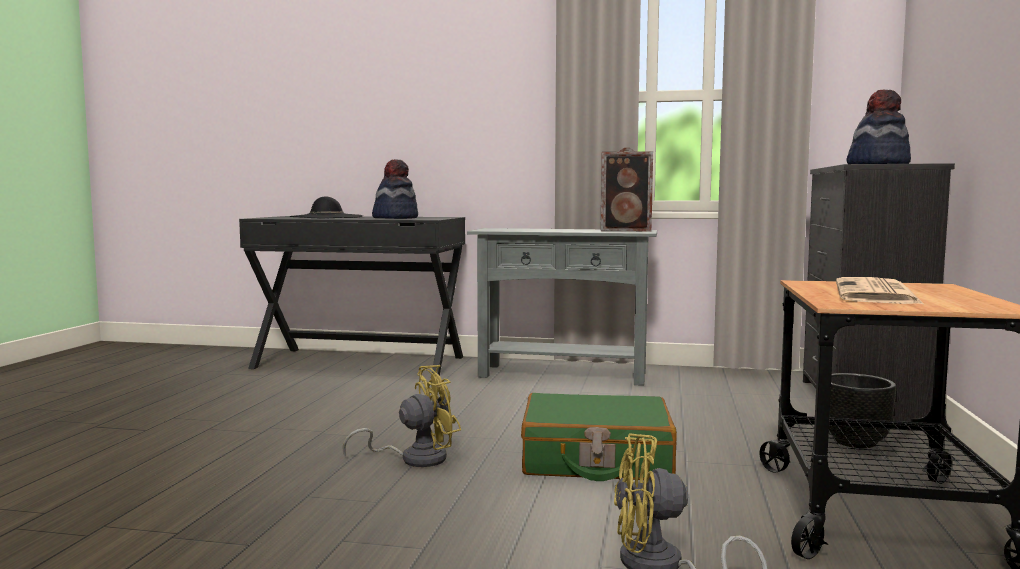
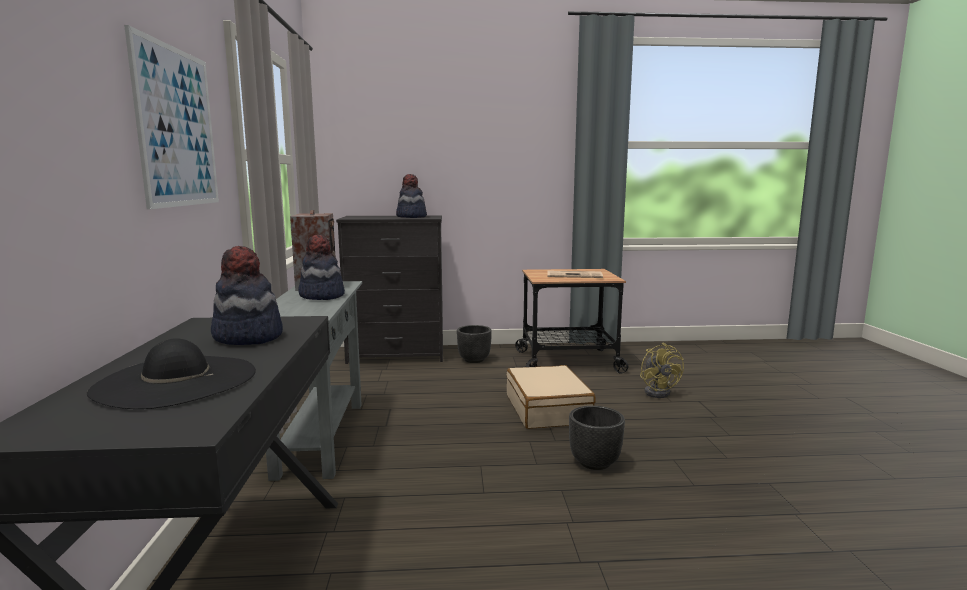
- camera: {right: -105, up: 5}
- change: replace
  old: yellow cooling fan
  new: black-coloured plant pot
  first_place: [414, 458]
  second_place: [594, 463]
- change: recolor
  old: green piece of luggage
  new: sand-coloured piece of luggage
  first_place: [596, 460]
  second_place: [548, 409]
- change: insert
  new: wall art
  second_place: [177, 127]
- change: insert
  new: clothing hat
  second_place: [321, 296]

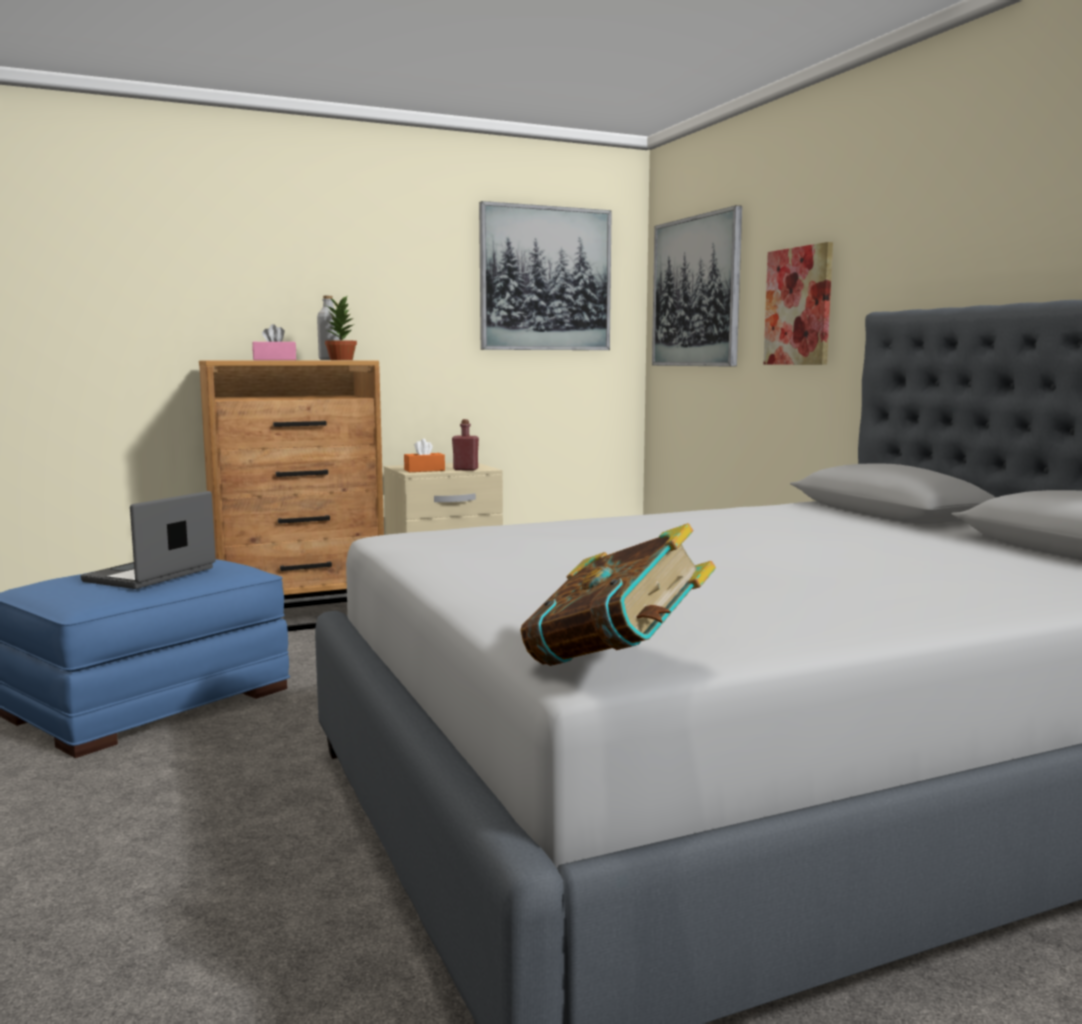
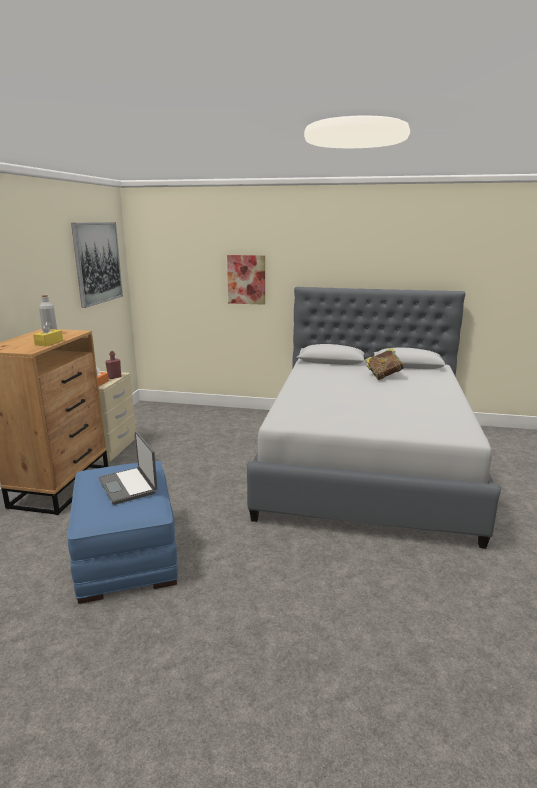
- camera: {right: -55, up: 10}
- change: recolor
  old: pinkish tissue box
  new: yellow tissue box
  first_place: [274, 360]
  second_place: [49, 343]
- change: delete
  old: plant in a pot
  first_place: [342, 360]
- change: move
  old: book
  first_place: [615, 665]
  second_place: [384, 376]
- change: delete
  old: wall art
  first_place: [696, 292]

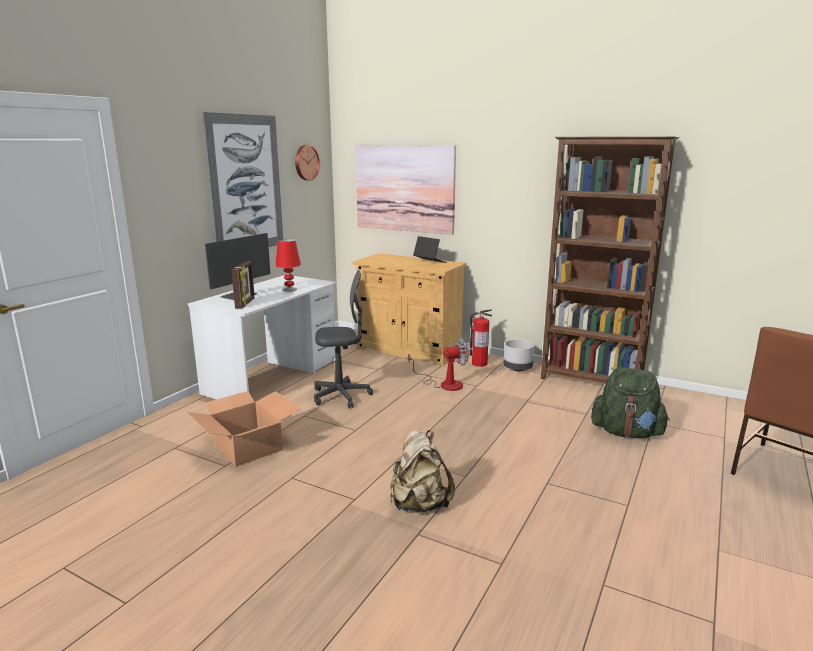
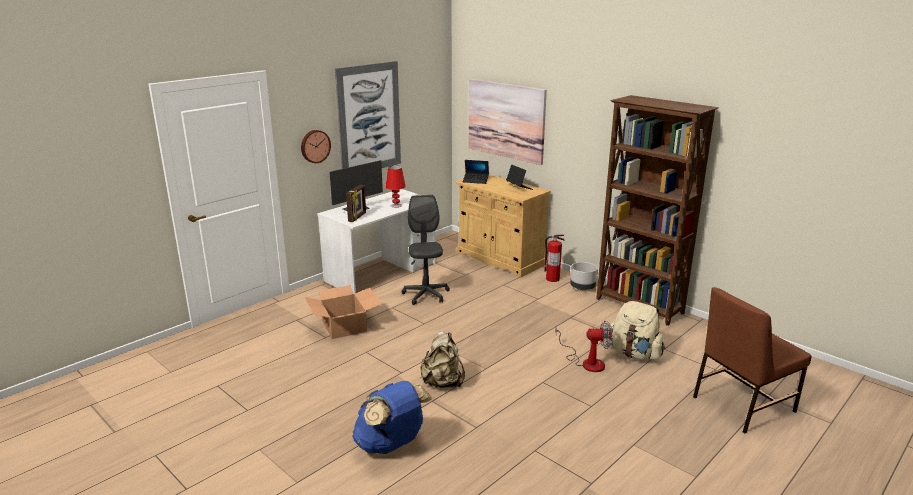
- camera: {right: 15, up: 5}
- change: move
  old: hanging clock
  first_place: [306, 162]
  second_place: [315, 146]
- change: rotate
  old: greyish computer chair
  first_place: [341, 396]
  second_place: [426, 295]
  degrees: -105
- change: move
  old: cooling fan
  first_place: [444, 384]
  second_place: [587, 362]
- change: recolor
  old: green knapsack
  new: sand-coloured knapsack
  first_place: [626, 433]
  second_place: [634, 354]
- change: insert
  new: blue knapsack
  second_place: [391, 445]
- change: insert
  new: laptop
  second_place: [475, 181]

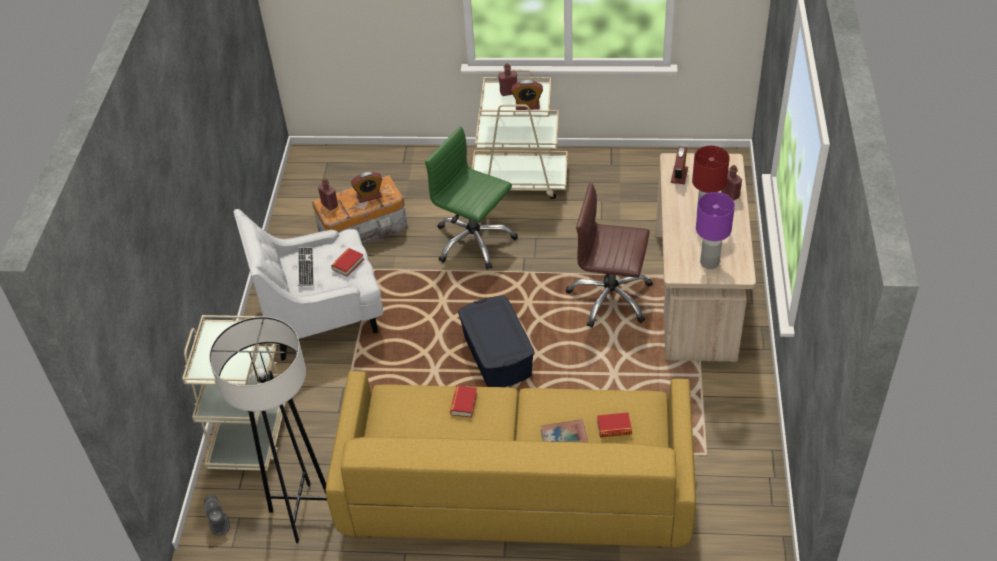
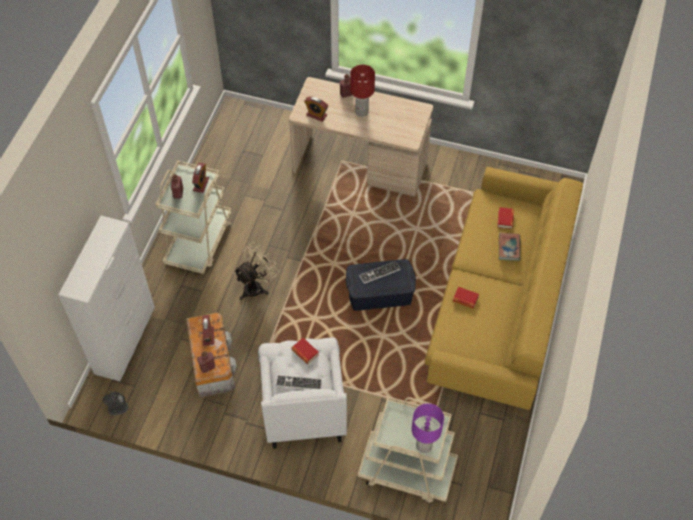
- camera: {right: -80, up: 10}
- change: move
  old: greyish audio speaker
  first_place: [219, 523]
  second_place: [117, 408]
- change: delete
  old: greyish standing lamp
  first_place: [303, 512]
- change: replace
  old: green computer chair
  new: sand-coloured cooling fan
  first_place: [473, 241]
  second_place: [257, 286]
- change: delete
  old: brown-coloured computer chair
  first_place: [610, 298]
- change: move
  old: purple table lamp
  first_place: [709, 262]
  second_place: [424, 446]
- change: insert
  new: white-coloured cupboard
  second_place: [125, 339]
- change: insert
  new: keyboard
  second_place: [379, 273]

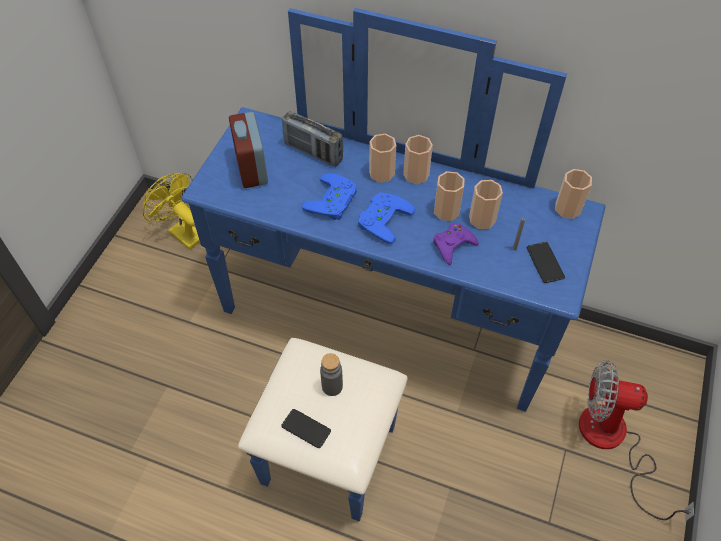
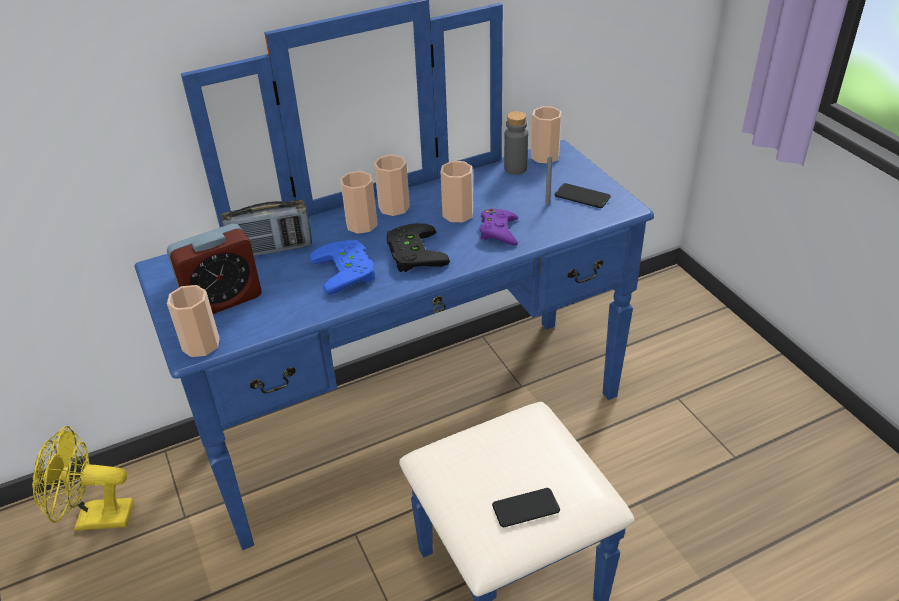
- camera: {right: -45, up: -15}
- change: rotate
  old: table clock
  first_place: [251, 168]
  second_place: [223, 299]
  degrees: -60
- change: move
  old: greyish bottle
  first_place: [332, 386]
  second_place: [515, 168]
- change: recolor
  old: blue gamepad
  new: black-coloured gamepad
  first_place: [382, 218]
  second_place: [411, 253]
- change: move
  old: small cup
  first_place: [482, 219]
  second_place: [201, 344]
- change: delete
  old: cooling fan
  first_place: [613, 443]

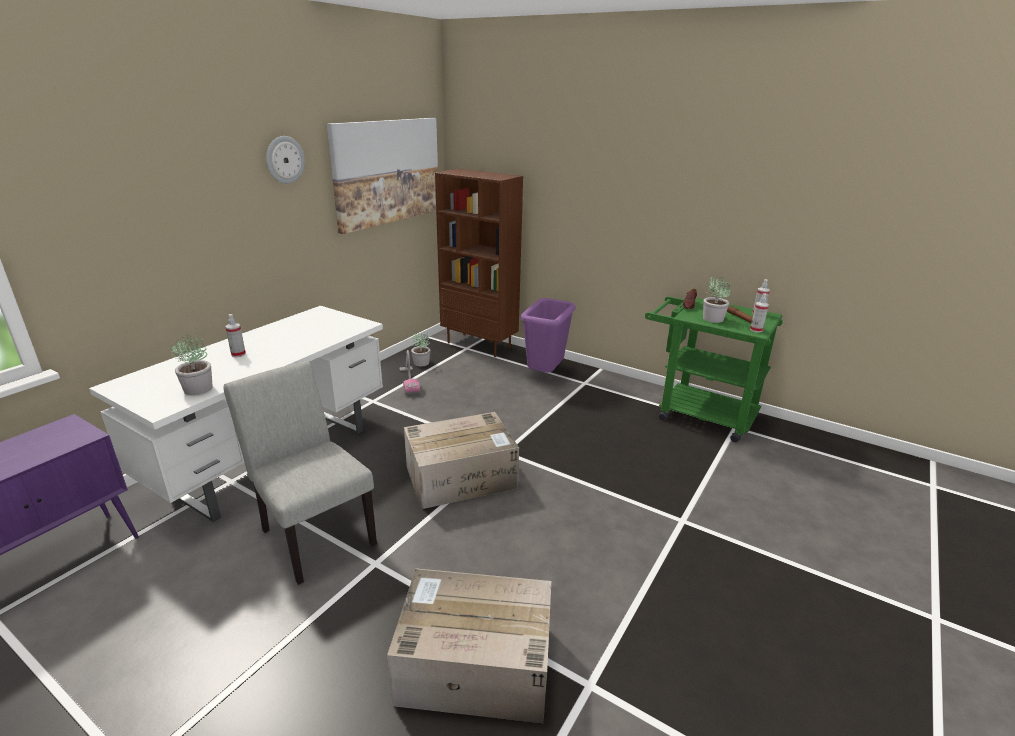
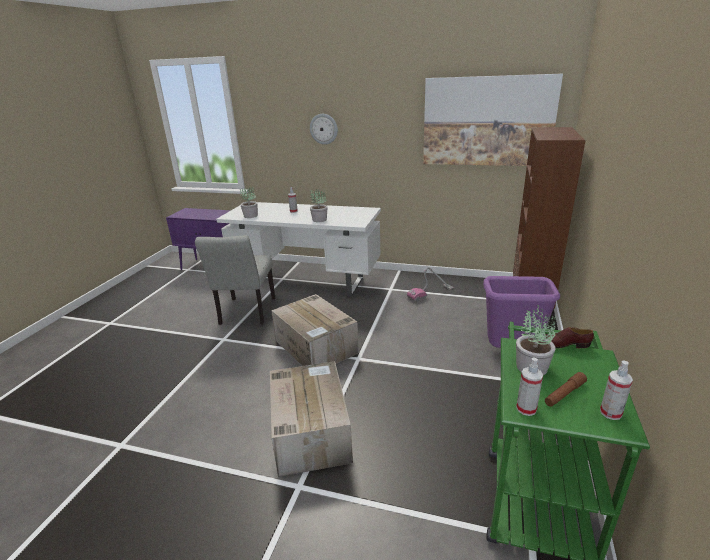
- camera: {right: 75, up: 0}
- change: rotate
  old: greyish upright chair
  first_place: [314, 532]
  second_place: [246, 313]
  degrees: 150
- change: move
  old: hanging clock
  first_place: [284, 160]
  second_place: [324, 129]
- change: move
  old: packing box
  first_place: [473, 665]
  second_place: [310, 431]
- change: move
  old: plant in a pot
  first_place: [421, 363]
  second_place: [319, 220]

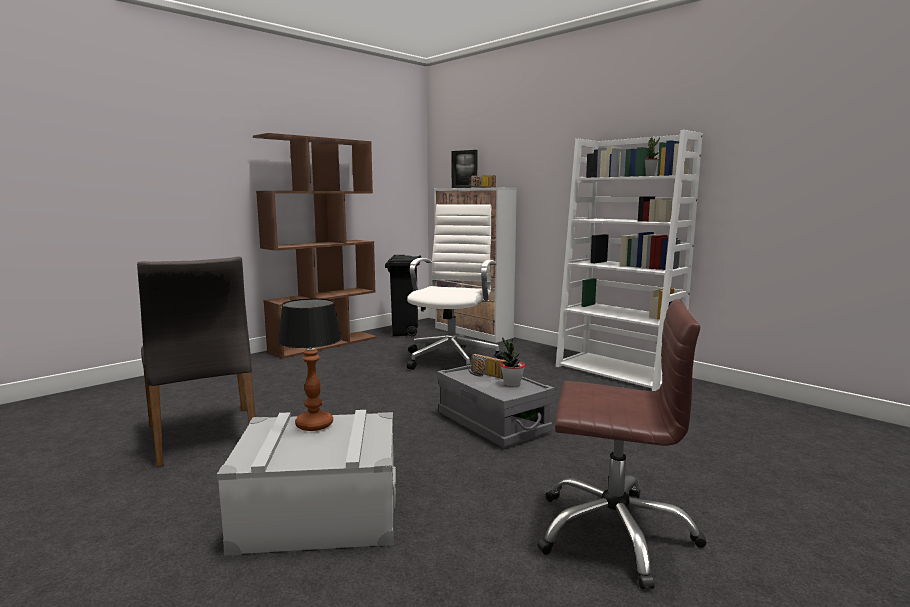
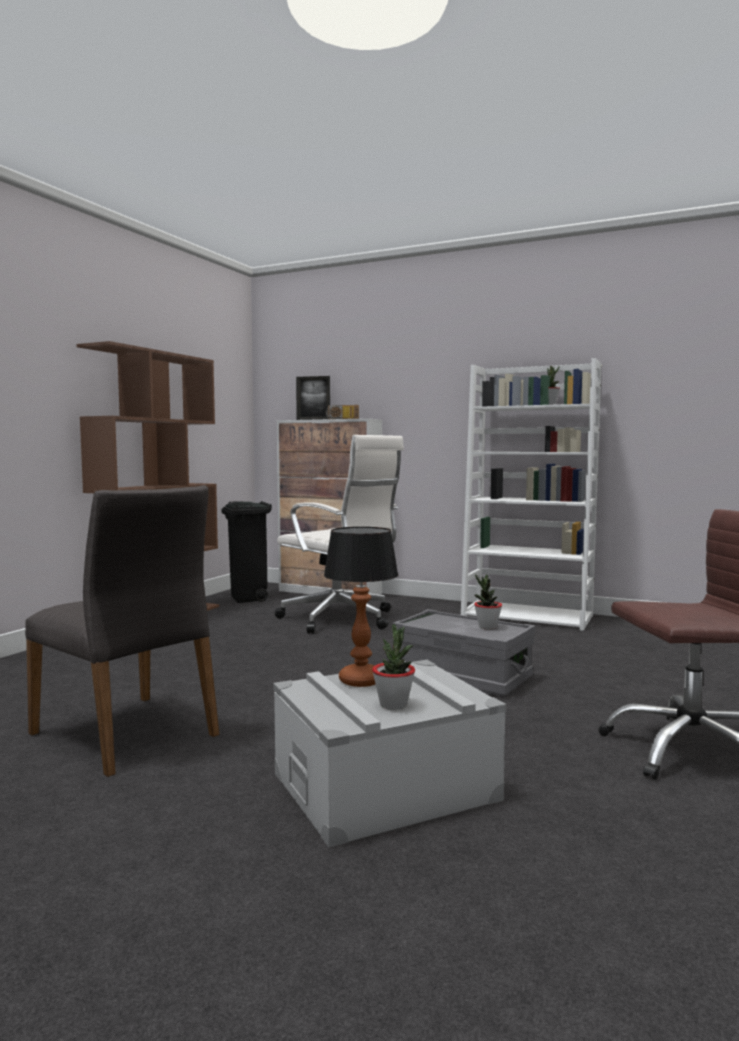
- camera: {right: -20, up: -5}
- change: rotate
  old: white-coloured computer chair
  first_place: [453, 358]
  second_place: [340, 620]
  degrees: 135
- change: delete
  old: radio receiver
  first_place: [485, 375]
- change: insert
  new: plant in a pot
  second_place: [393, 705]

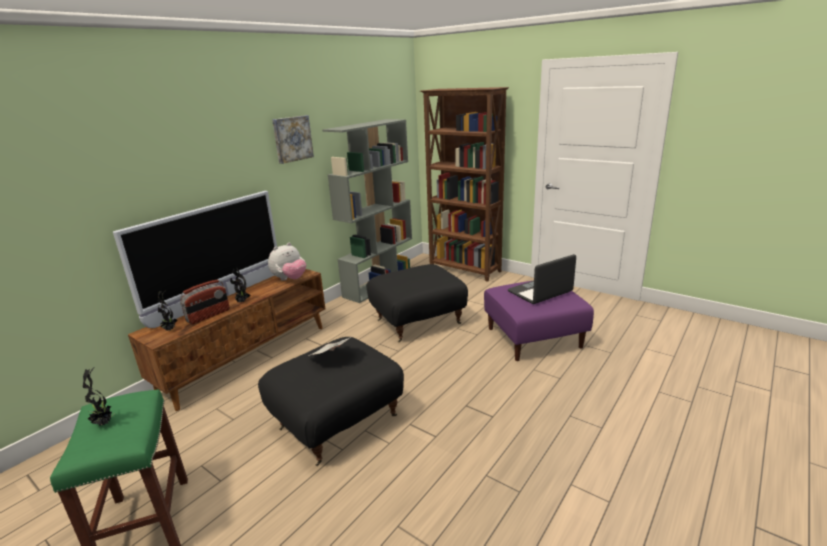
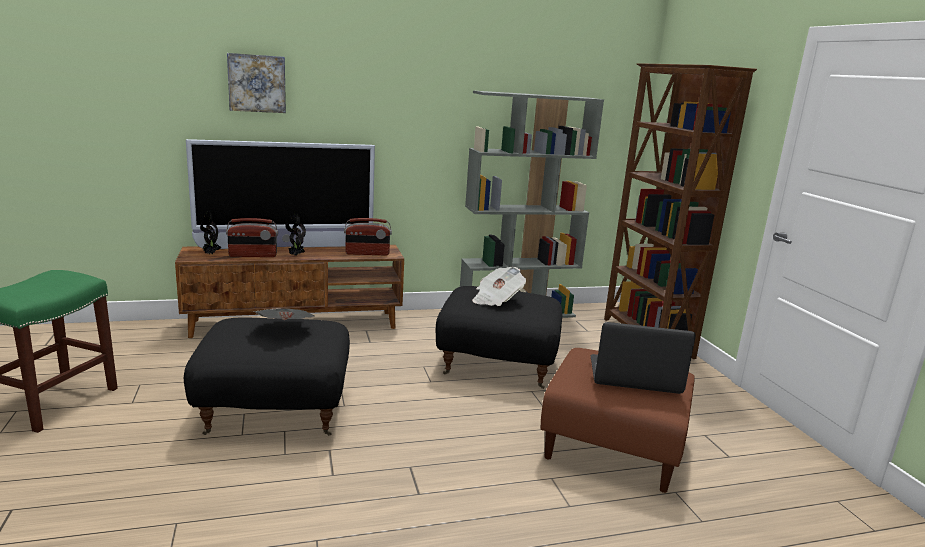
- camera: {right: 35, up: -5}
- change: delete
  old: plant in a pot
  first_place: [104, 423]
- change: replace
  old: cuddly toy
  new: radio receiver
  first_place: [290, 279]
  second_place: [367, 253]
- change: move
  old: wall art
  first_place: [292, 139]
  second_place: [257, 83]
- change: recolor
  old: purple pouffe
  new: brown-coloured pouffe
  first_place: [533, 338]
  second_place: [612, 447]
- change: insert
  new: printed paper
  second_place: [496, 299]

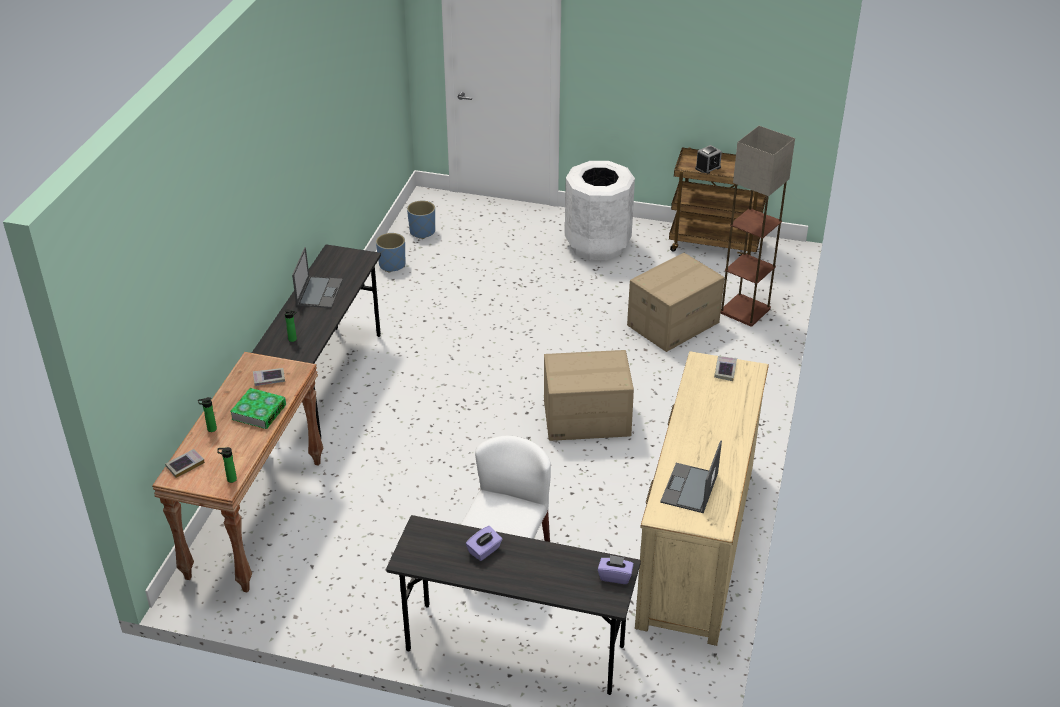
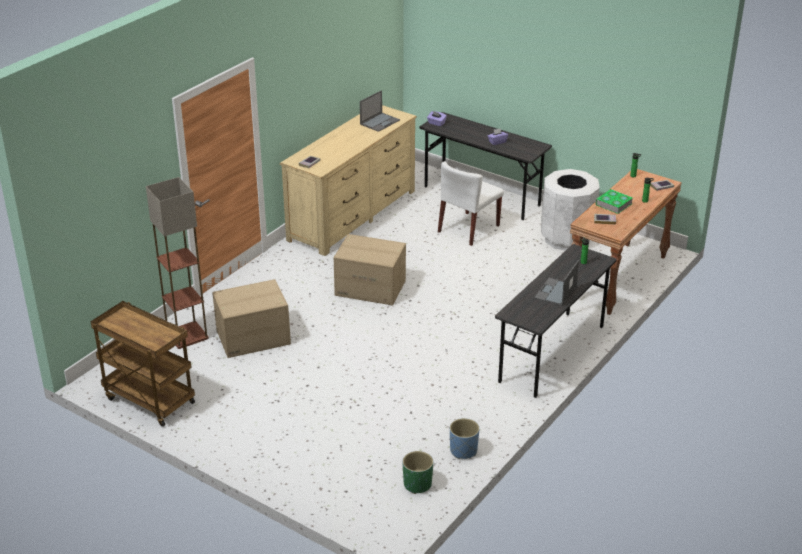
- camera: {right: -160, up: -5}
- change: recolor
  old: blue plant pot
  new: green plant pot
  first_place: [422, 232]
  second_place: [417, 484]
- change: move
  old: white-coloured waste bin
  first_place: [598, 245]
  second_place: [566, 238]
- change: delete
  old: table clock
  first_place: [708, 168]

